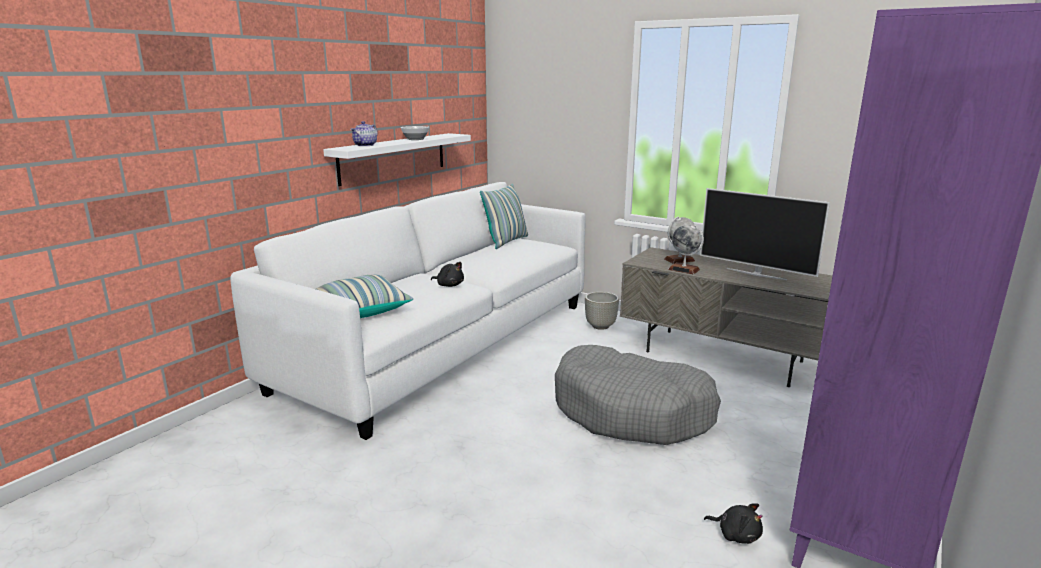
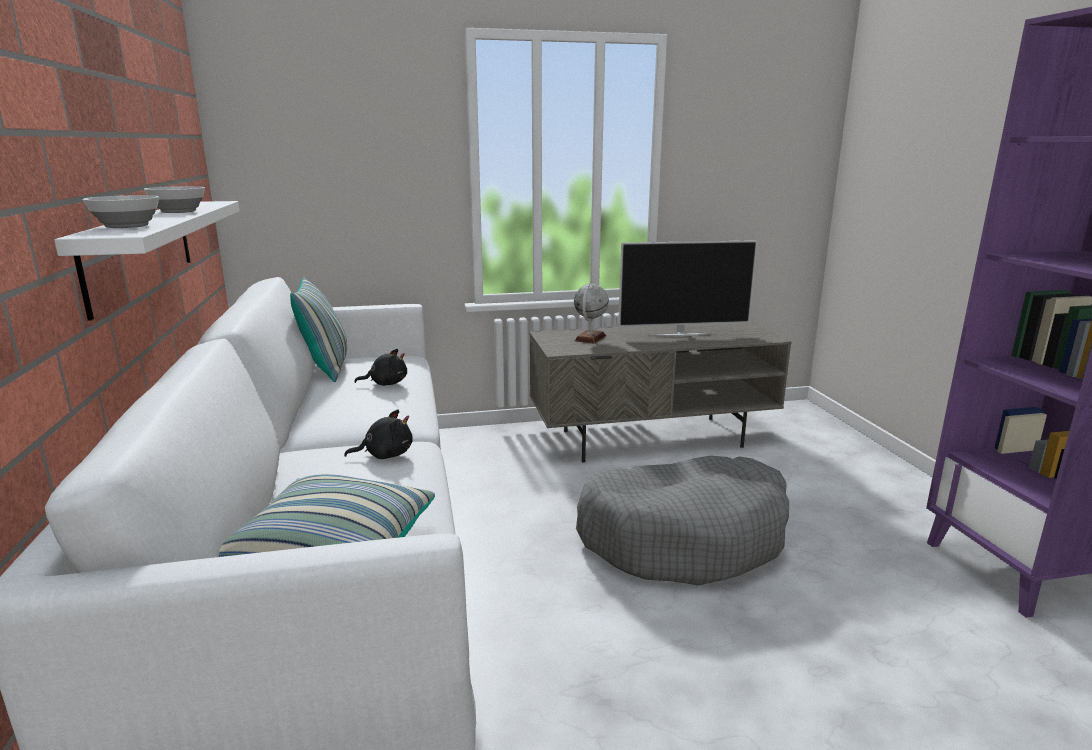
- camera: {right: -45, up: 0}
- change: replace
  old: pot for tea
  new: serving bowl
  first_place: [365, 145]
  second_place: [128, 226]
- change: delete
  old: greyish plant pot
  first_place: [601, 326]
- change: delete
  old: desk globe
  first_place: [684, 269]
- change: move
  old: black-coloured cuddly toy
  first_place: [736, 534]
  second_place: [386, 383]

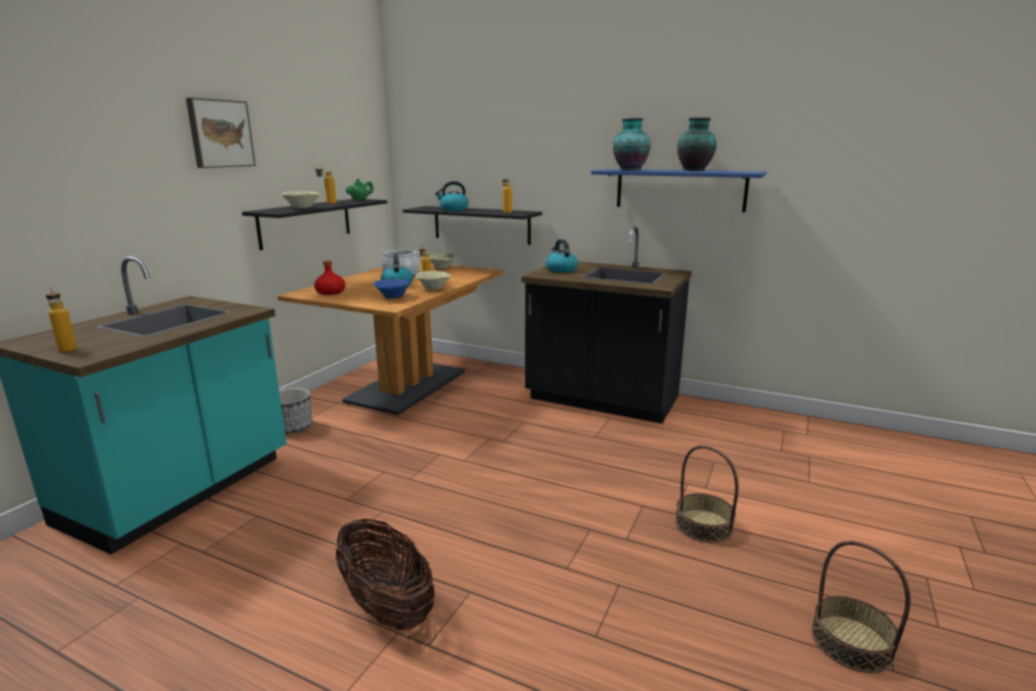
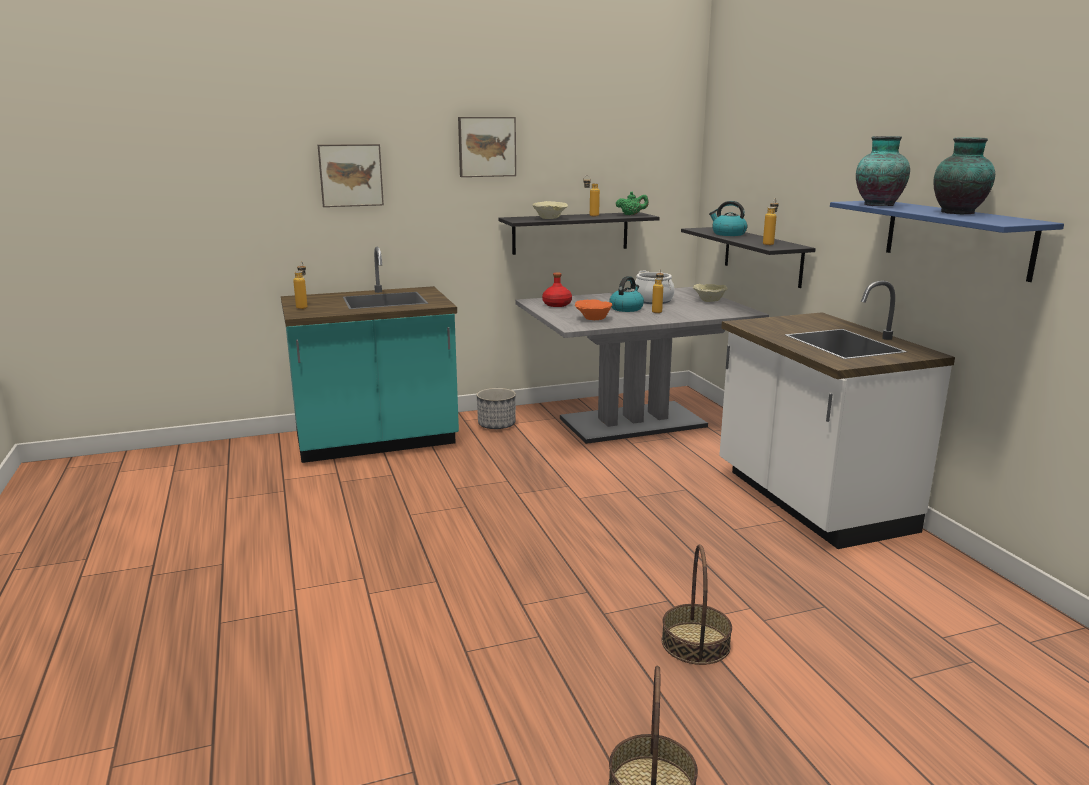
- camera: {right: 45, up: 0}
- change: recolor
  old: brown-coloured kitchen table
  new: greyish kitchen table
  first_place: [407, 386]
  second_place: [632, 423]
- change: delete
  old: household basket
  first_place: [386, 606]
- change: recolor
  old: blue serving bowl
  new: orangey serving bowl
  first_place: [392, 297]
  second_place: [593, 319]
- change: delete
  old: sand-coloured serving bowl
  first_place: [434, 288]
- change: recolor
  old: black-coloured counter
  new: white-coloured counter
  first_place: [602, 400]
  second_place: [809, 501]
- change: delete
  old: tea kettle
  first_place: [561, 270]
- change: insert
  new: wall art
  second_place: [350, 175]

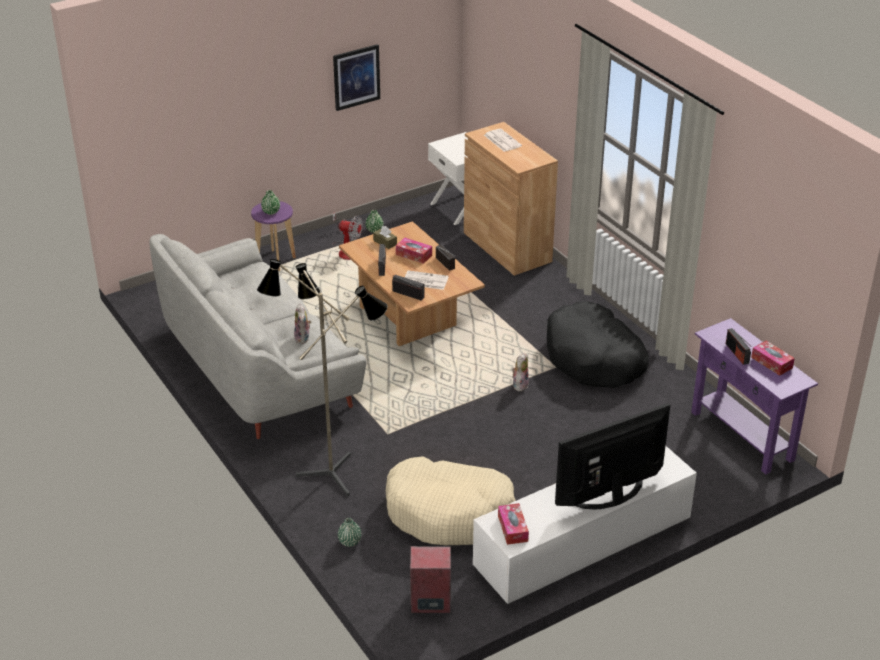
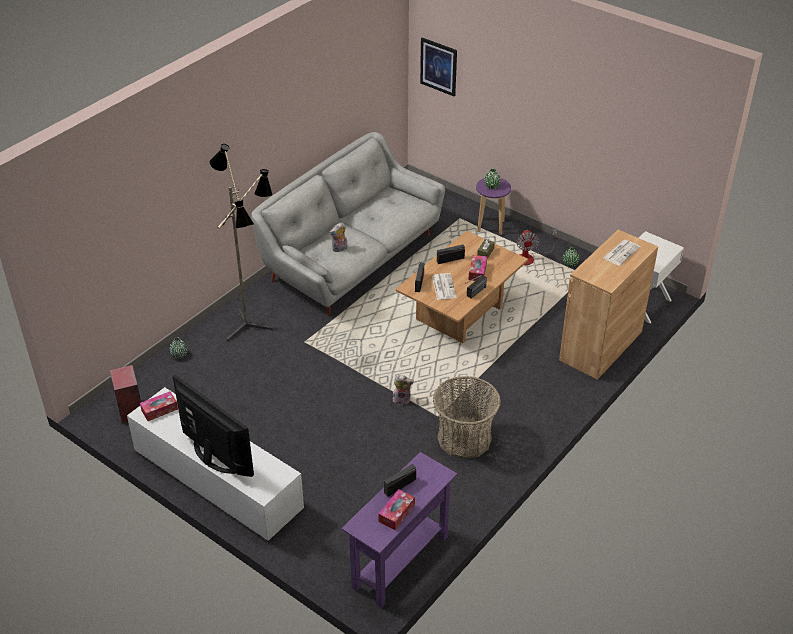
- camera: {right: 70, up: 5}
- change: move
  old: wall art
  first_place: [356, 77]
  second_place: [438, 66]
- change: delete
  old: sand-coloured dog bed
  first_place: [449, 513]
- change: replace
  old: black-coloured dog bed
  new: household basket
  first_place: [594, 358]
  second_place: [464, 438]

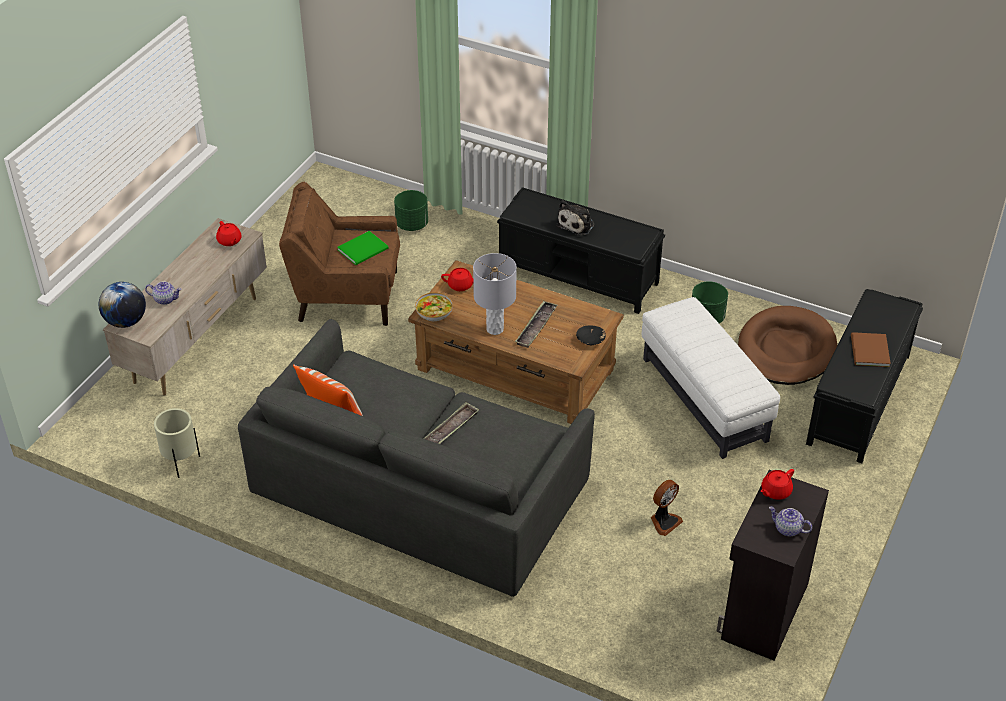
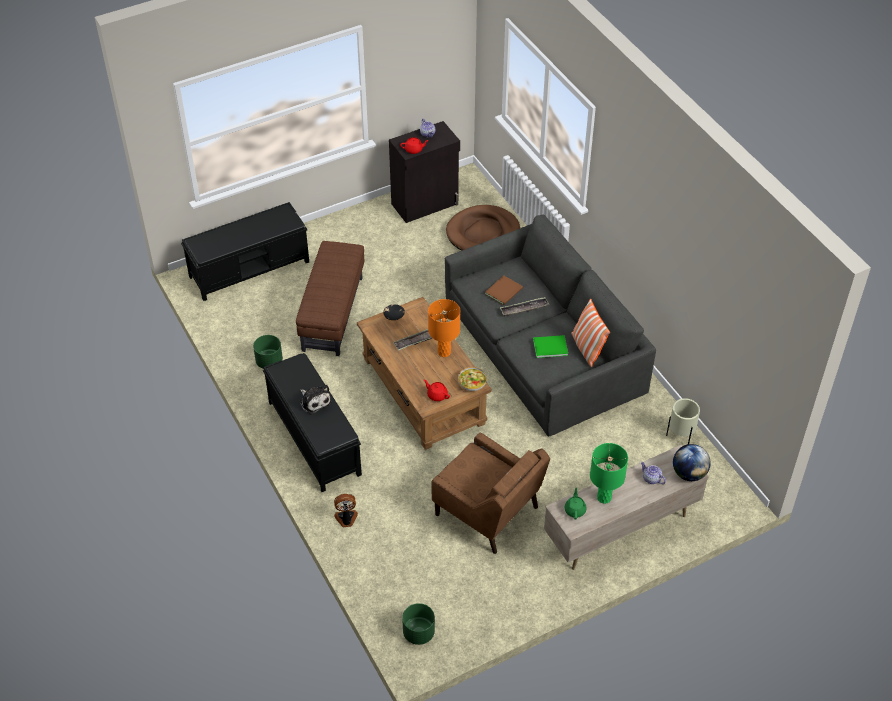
- camera: {right: -145, up: 5}
- change: recolor
  old: red pot for tea
  new: green pot for tea
  first_place: [229, 241]
  second_place: [575, 510]
- change: move
  old: green book
  first_place: [364, 249]
  second_place: [549, 346]
- change: move
  old: green plant pot
  first_place: [412, 224]
  second_place: [418, 633]
- change: recolor
  old: greyish table lamp
  new: orangey table lamp
  first_place: [495, 329]
  second_place: [444, 352]
- change: rotate
  old: cuddly toy
  first_place: [577, 224]
  second_place: [314, 401]
  degrees: 75
- change: recolor
  old: white-coloured pouffe
  new: brown-coloured pouffe
  first_place: [704, 399]
  second_place: [332, 313]
- change: move
  old: cooling fan
  first_place: [664, 521]
  second_place: [346, 519]
- change: move
  old: brown-coloured dog bed
  first_place: [786, 350]
  second_place: [483, 233]
- change: move
  old: brown-coloured book
  first_place: [868, 352]
  second_place: [505, 291]
- change: insert
  new: green table lamp
  second_place: [604, 497]

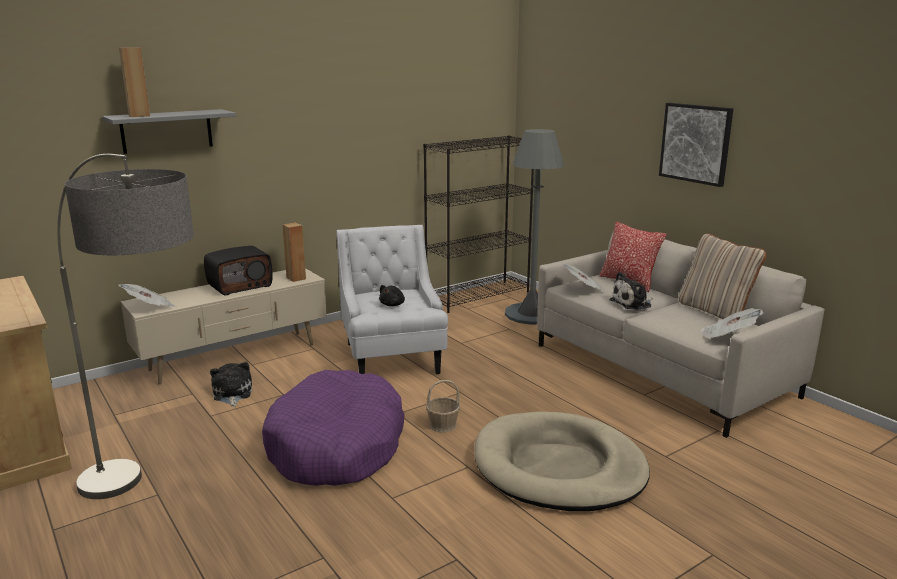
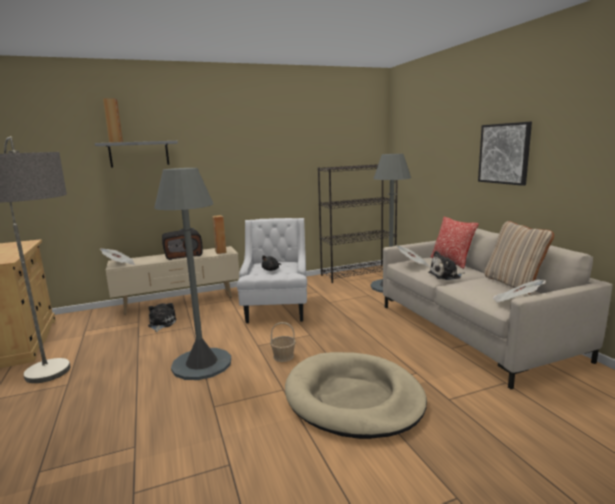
- camera: {right: 15, up: -5}
- change: replace
  old: purple dog bed
  new: greyish standing lamp
  first_place: [337, 446]
  second_place: [201, 364]

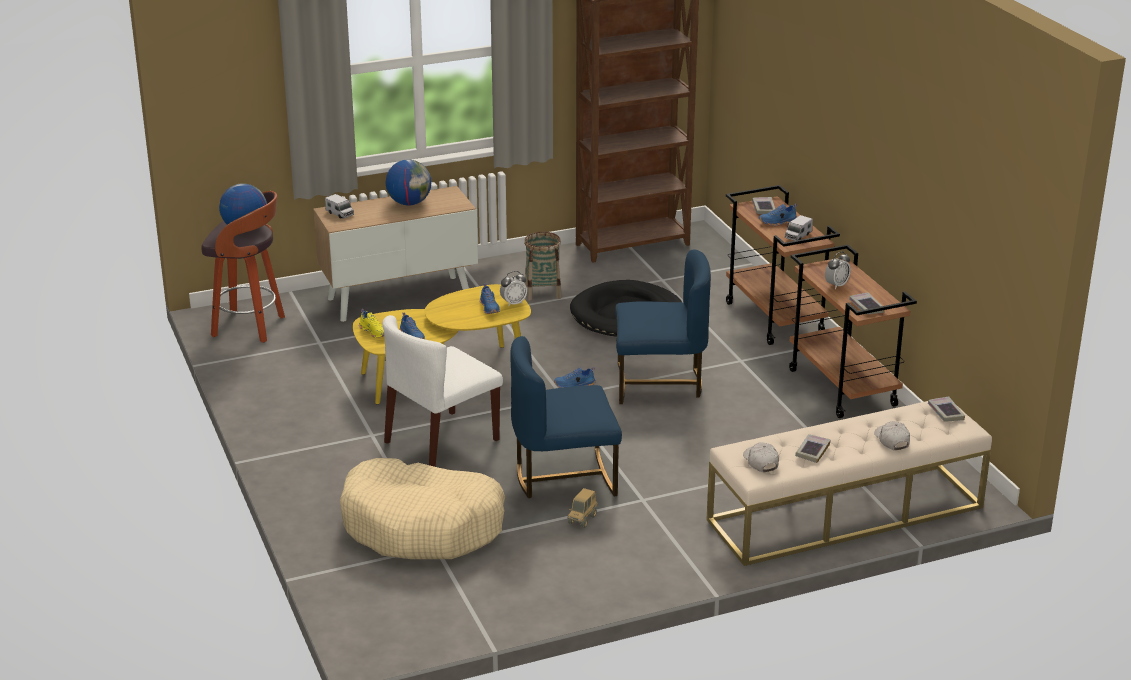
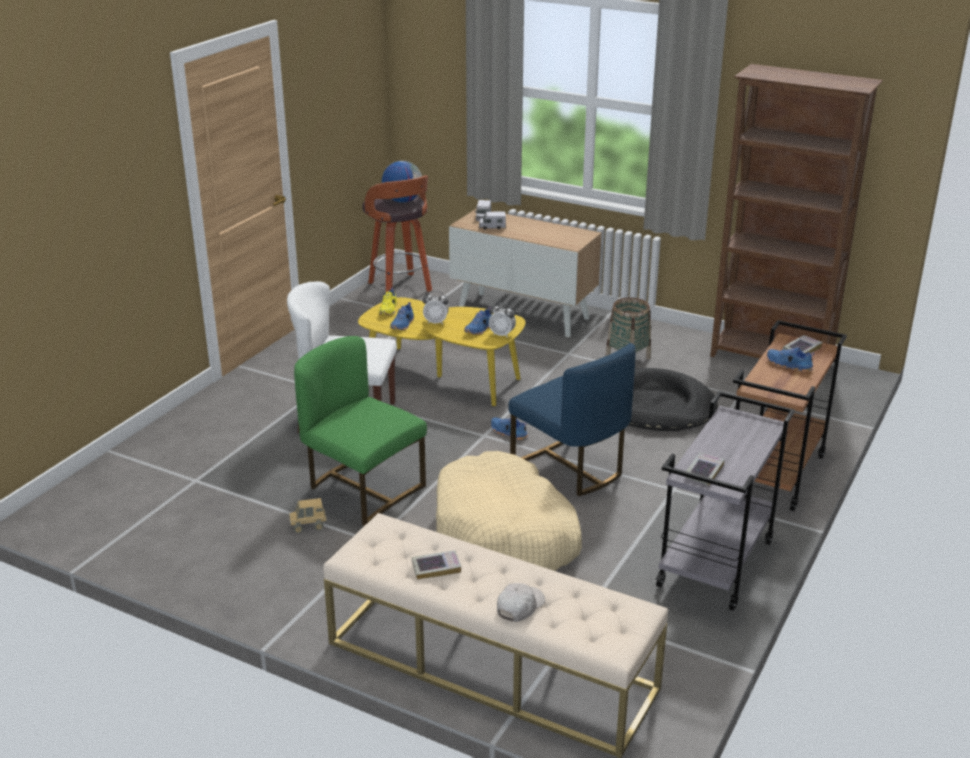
- camera: {right: 50, up: 0}
- change: move
  old: sand-coloured dog bed
  first_place: [422, 526]
  second_place: [505, 535]
- change: delete
  old: desk globe
  first_place: [409, 203]
- change: recolor
  old: blue upright chair
  new: green upright chair
  first_place: [564, 477]
  second_place: [363, 489]
- change: delete
  old: white-coloured cap
  first_place: [760, 462]
- change: move
  old: toy truck
  first_place: [798, 236]
  second_place: [492, 227]
- change: recolor
  old: brown-coloured trolley
  new: greyish trolley
  first_place: [843, 388]
  second_place: [716, 565]
- change: move
  old: table clock
  first_place: [836, 285]
  second_place: [436, 322]
- change: delete
  old: book
  first_place: [945, 412]

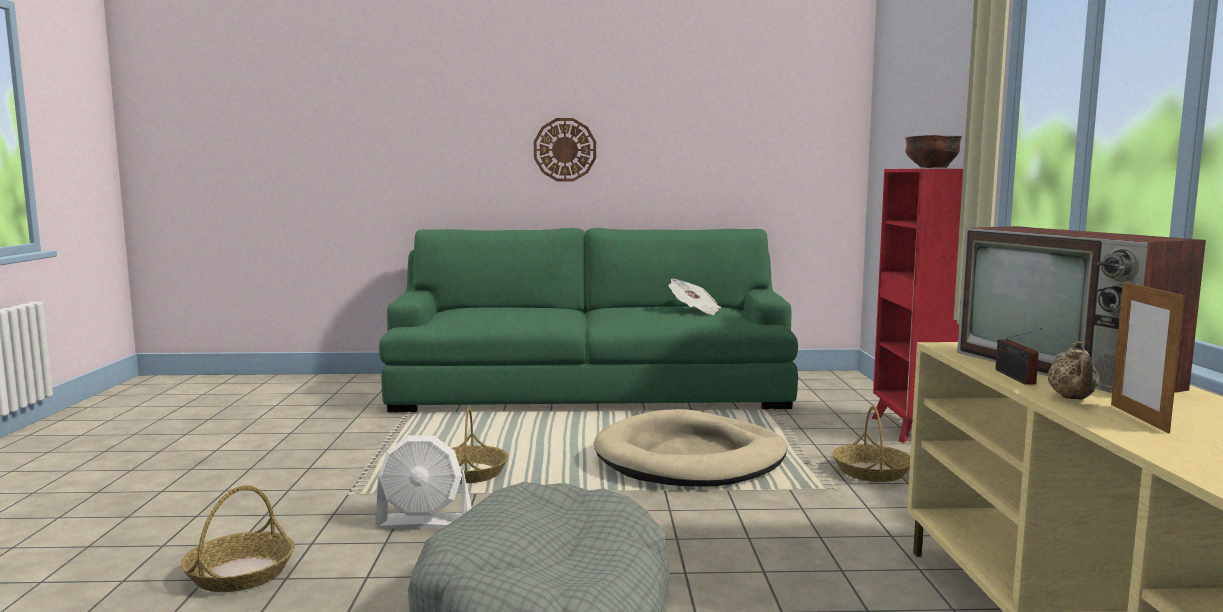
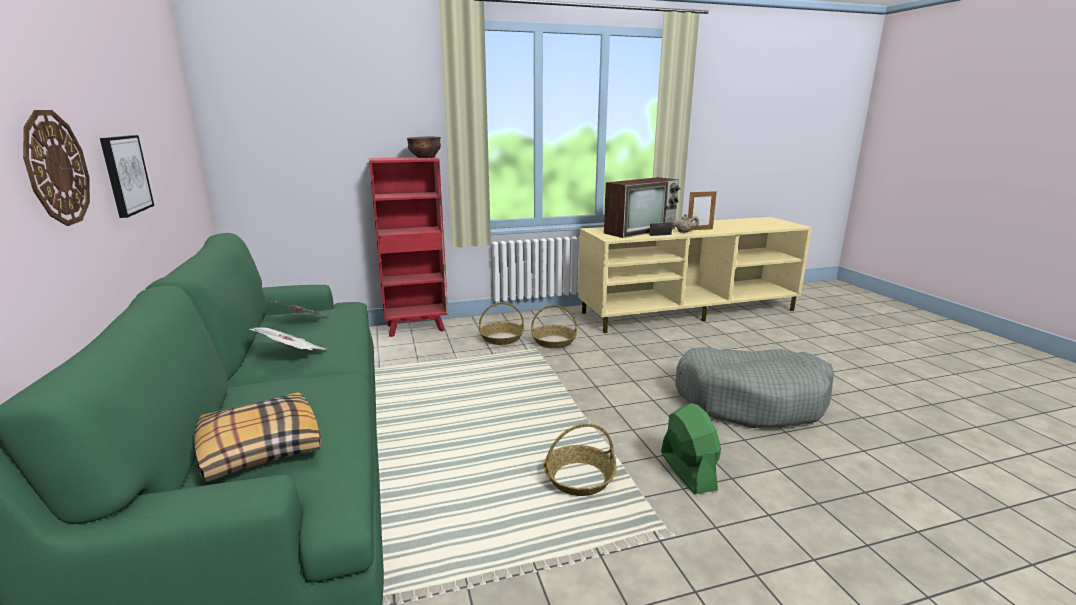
- camera: {right: -105, up: 10}
- change: move
  old: household basket
  first_place: [240, 573]
  second_place: [553, 341]
- change: recolor
  old: white-coloured cooling fan
  new: green cooling fan
  first_place: [425, 522]
  second_place: [687, 471]
- change: delete
  old: sand-coloured dog bed
  first_place: [691, 458]
- change: insert
  new: wall art
  second_place: [125, 174]
- change: insert
  new: throw pillow
  second_place: [259, 448]
- change: insert
  new: printed paper
  second_place: [292, 355]

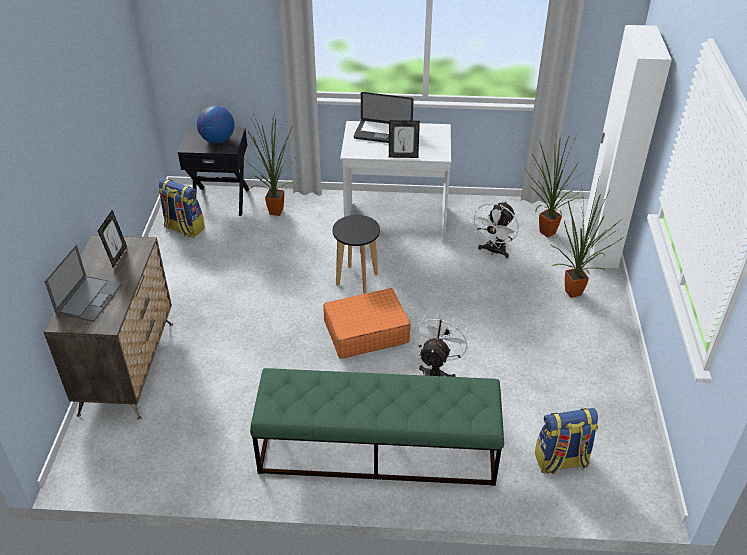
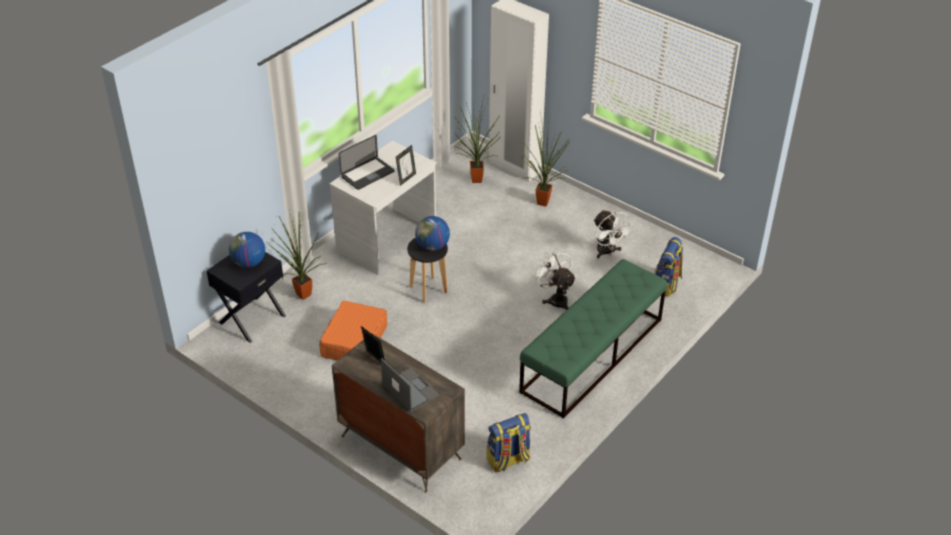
- camera: {right: -55, up: 0}
- change: move
  old: knapsack
  first_place: [184, 228]
  second_place: [508, 460]
- change: move
  old: orangey piece of luggage
  first_place: [366, 332]
  second_place: [354, 341]
- change: move
  old: white-coloured cooling fan
  first_place: [493, 251]
  second_place: [607, 252]
- change: insert
  new: desk globe
  second_place: [432, 246]

